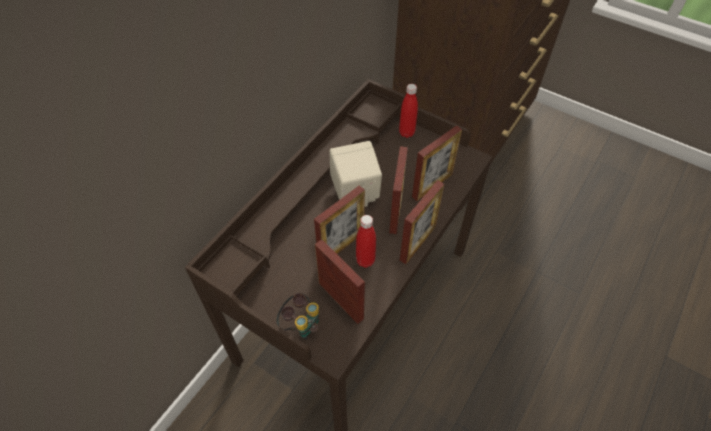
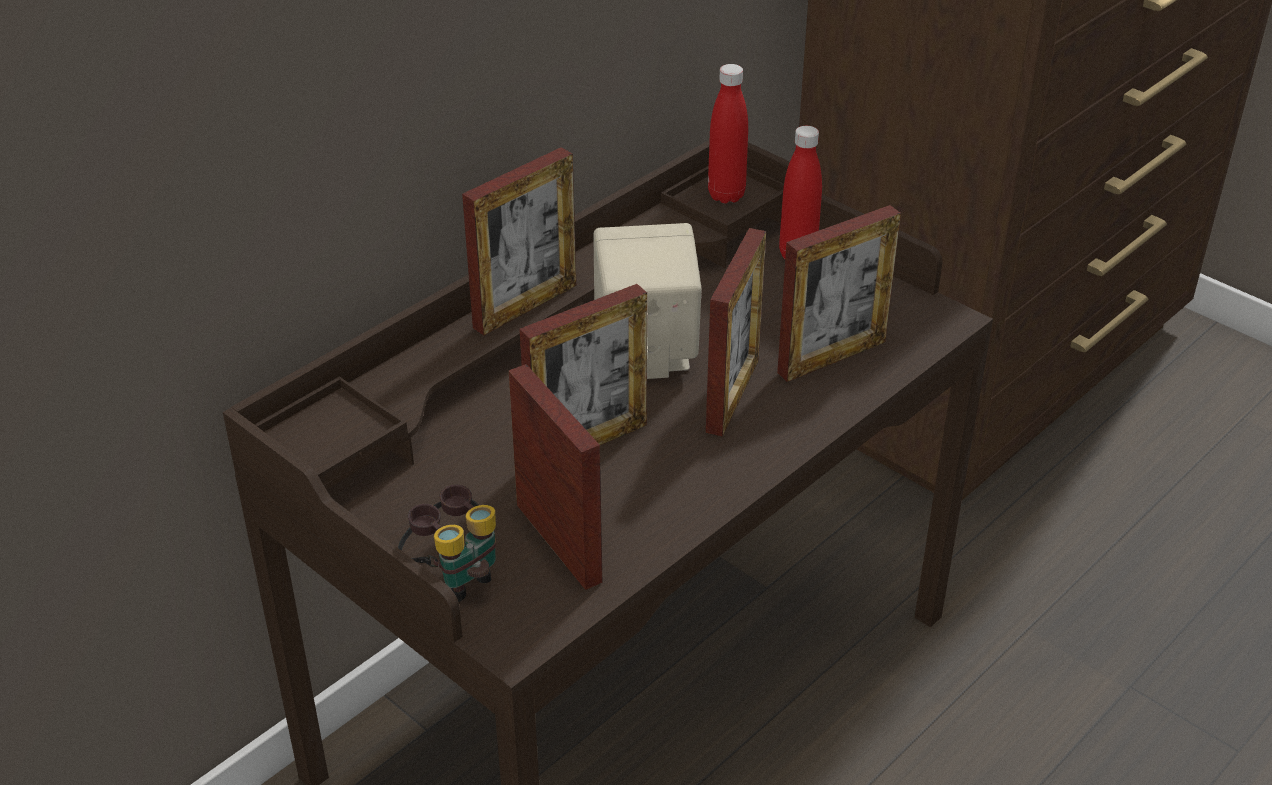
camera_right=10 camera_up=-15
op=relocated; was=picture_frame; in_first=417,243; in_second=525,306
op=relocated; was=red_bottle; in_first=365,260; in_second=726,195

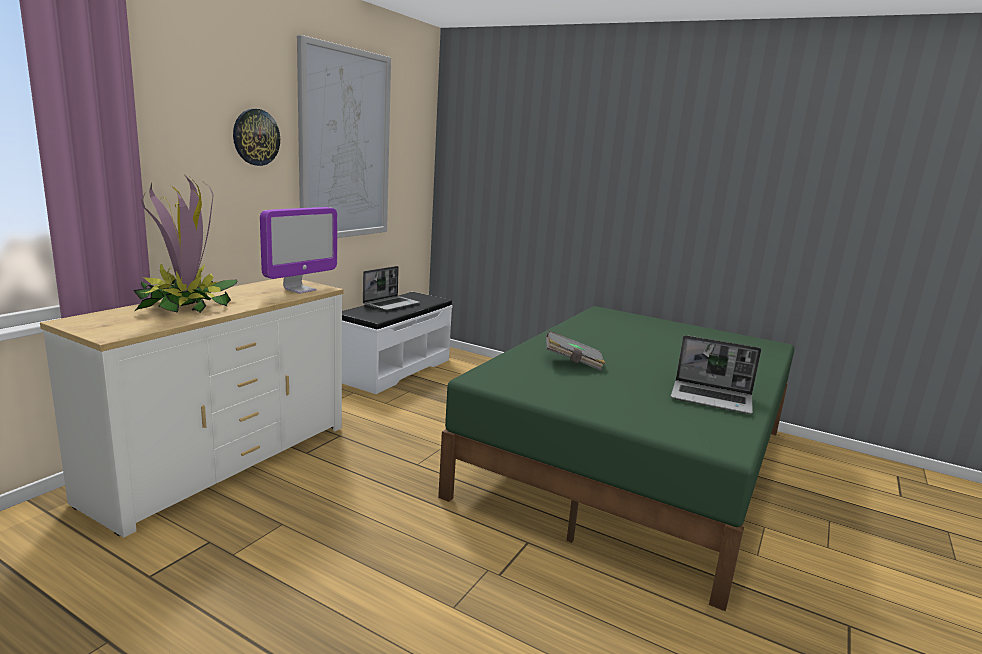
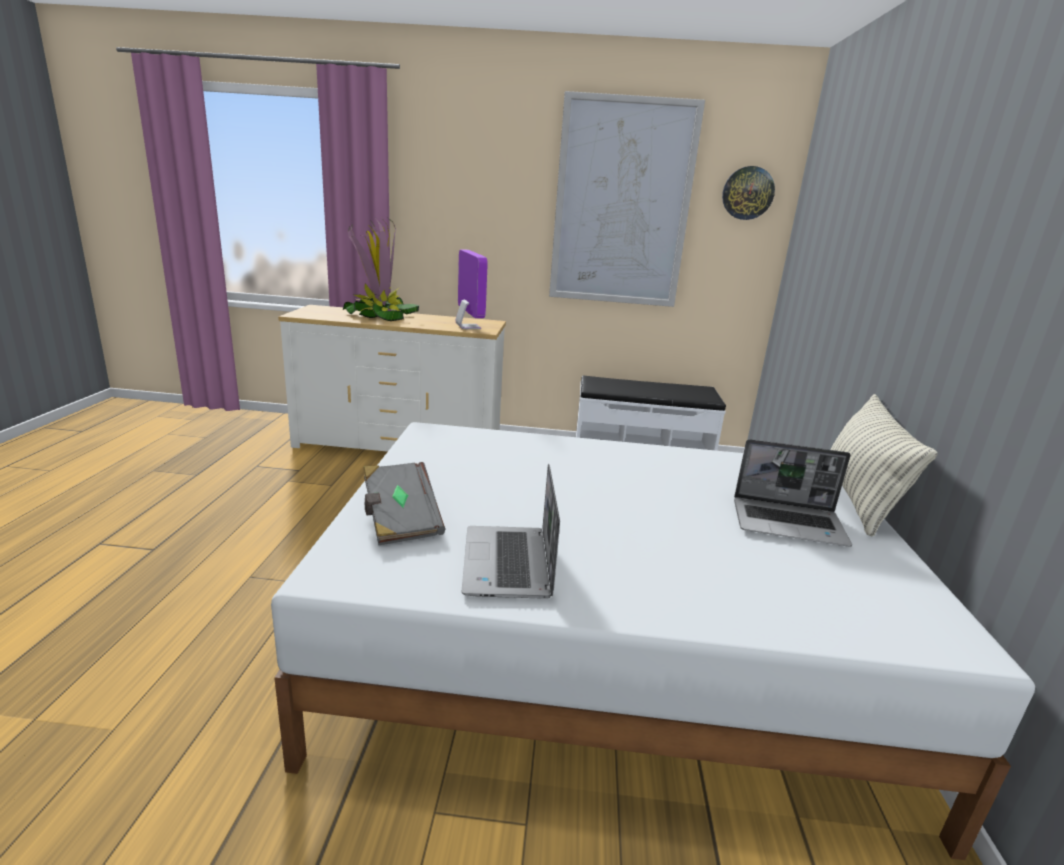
camera_right=65 camera_up=5
op=relocated; was=wall_clock; in_first=256,137; in_second=747,193
op=spun; was=monitor; in_first=300,290; in_second=468,327; clockwise=-120
op=relocated; was=laptop; in_first=391,304; in_second=789,523
op=colour; was=green_bed; now=white_bed; in_first=632,461; in_second=607,651
op=relocated; was=grey_book; in_first=573,362; in_second=400,519
op=appeared; now=pillow; in_second=858,498

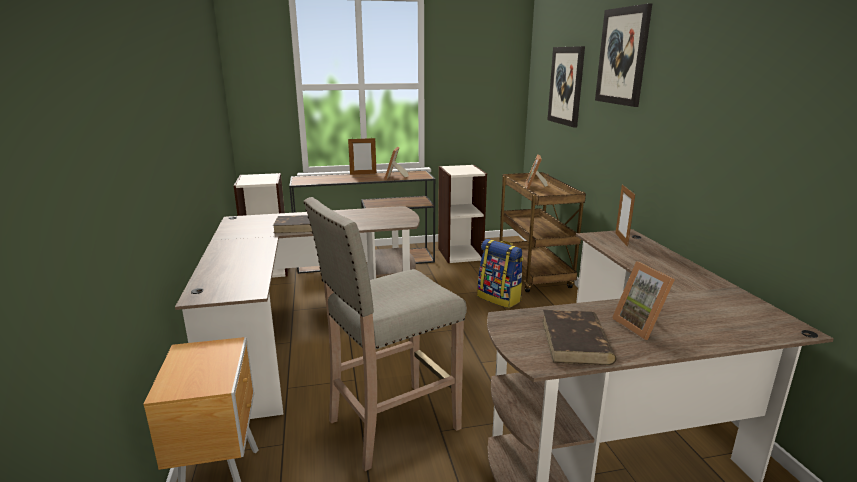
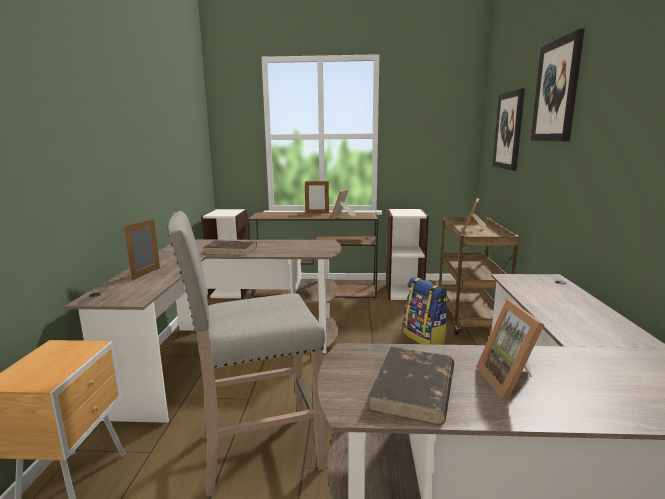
camera_right=15 camera_up=-5
op=relocated; was=picture_frame; in_first=621,239; in_second=146,273

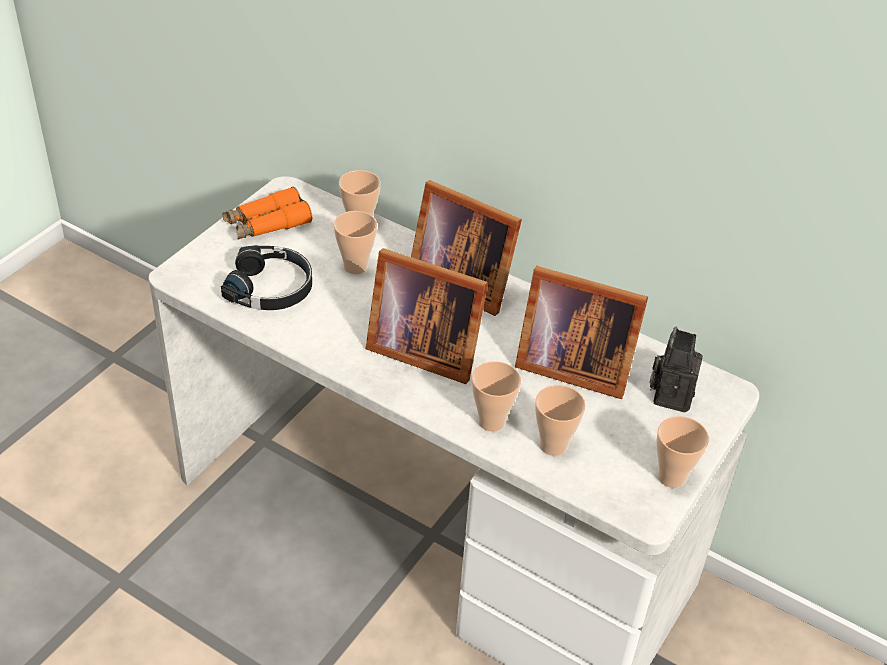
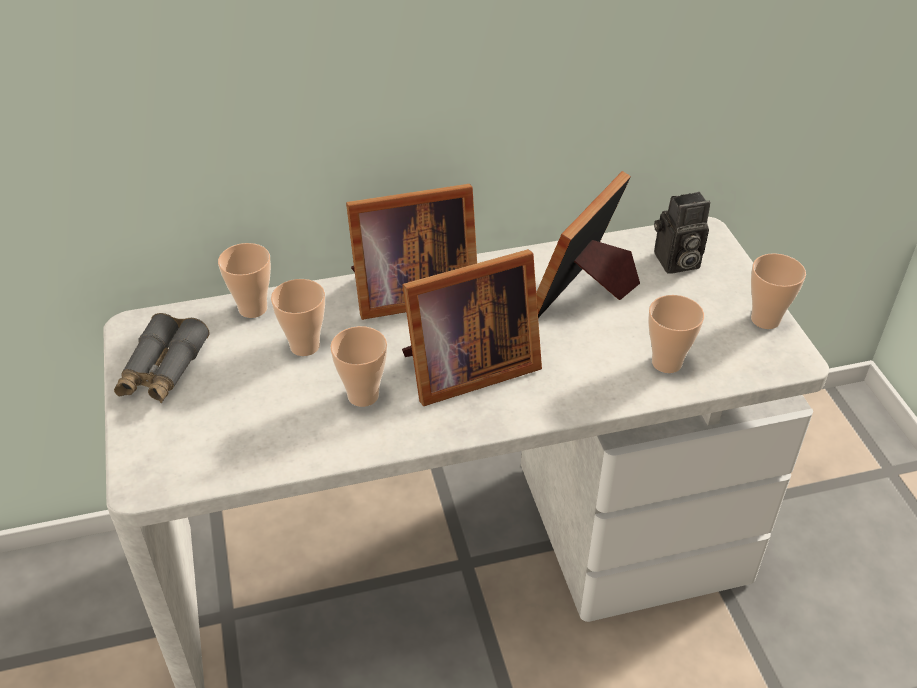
camera_right=-45 camera_up=0
op=colour; was=orange_binoculars; now=grey_binoculars; in_first=267,224; in_second=163,370
op=missing; was=black_headphones; in_first=271,288
op=spun; was=picture_frame; in_first=570,364; in_second=585,294; clockwise=150
op=spun; was=photo_camera; in_first=670,394; in_second=675,263; clockwise=-75
op=relocated; was=cup; in_first=491,421; in_second=363,395

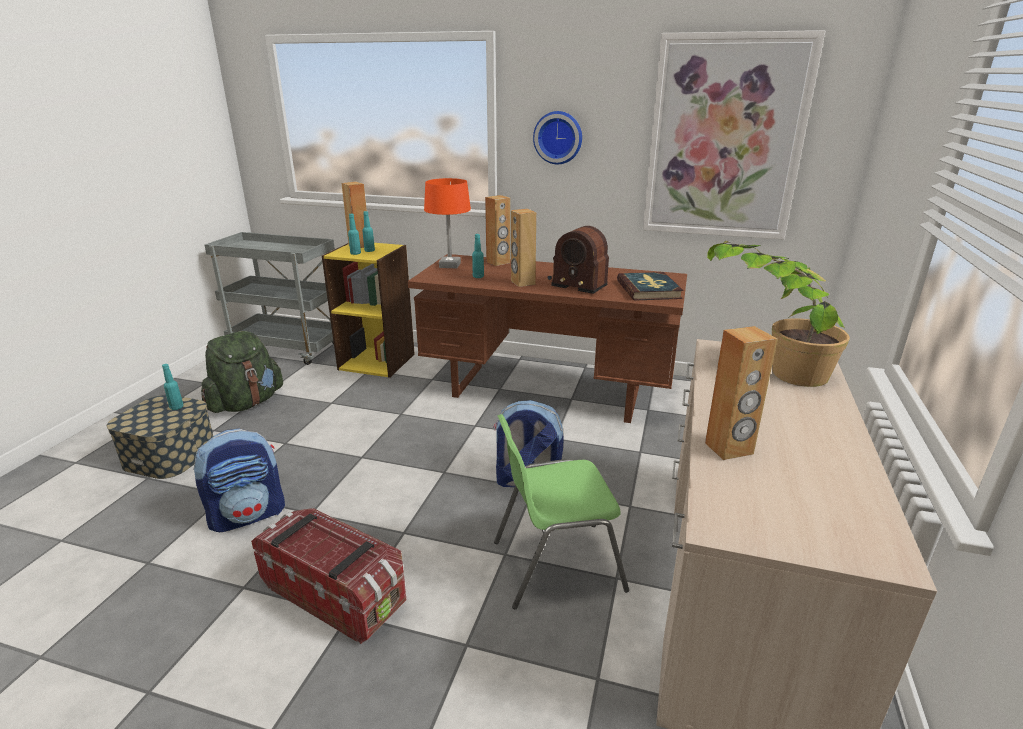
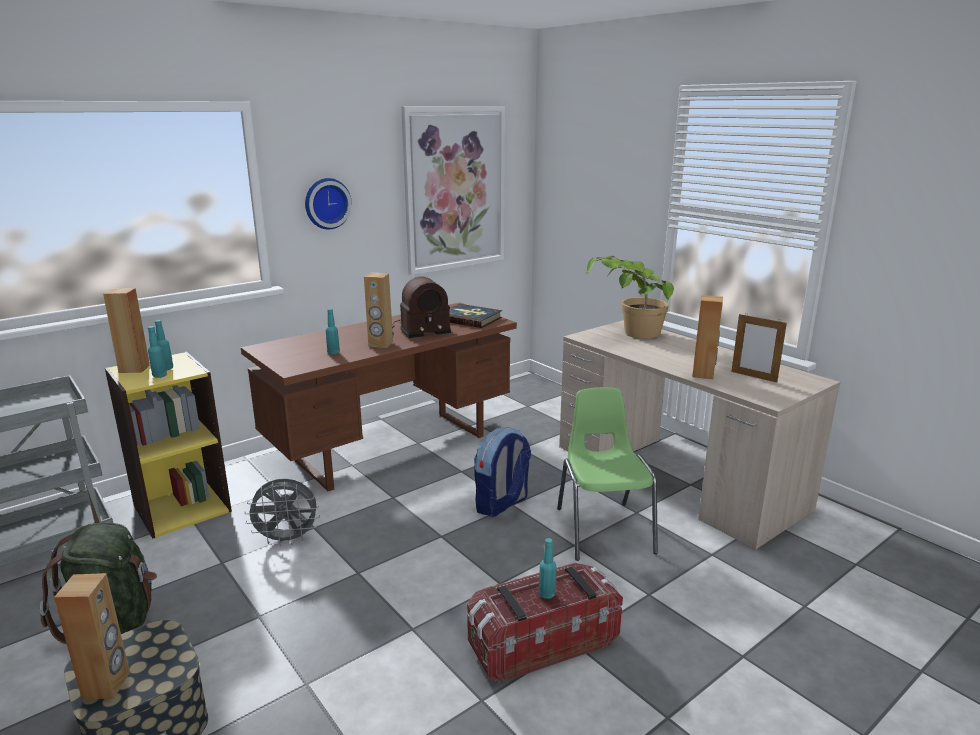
camera_right=-55 camera_up=-5
op=missing; was=orange_table_lamp; in_first=449,265
op=relocated; was=brown_speaker; in_first=498,262; in_second=107,685
op=relocated; was=turquoise_bottle; in_first=176,407; in_second=546,594
op=spun; was=green_chair; in_first=555,564; in_second=603,529; clockwise=150
op=missing; was=backpack; in_first=248,515
op=appeared; now=picture_frame; in_second=753,376
op=appeared; now=grey_fan; in_second=287,539

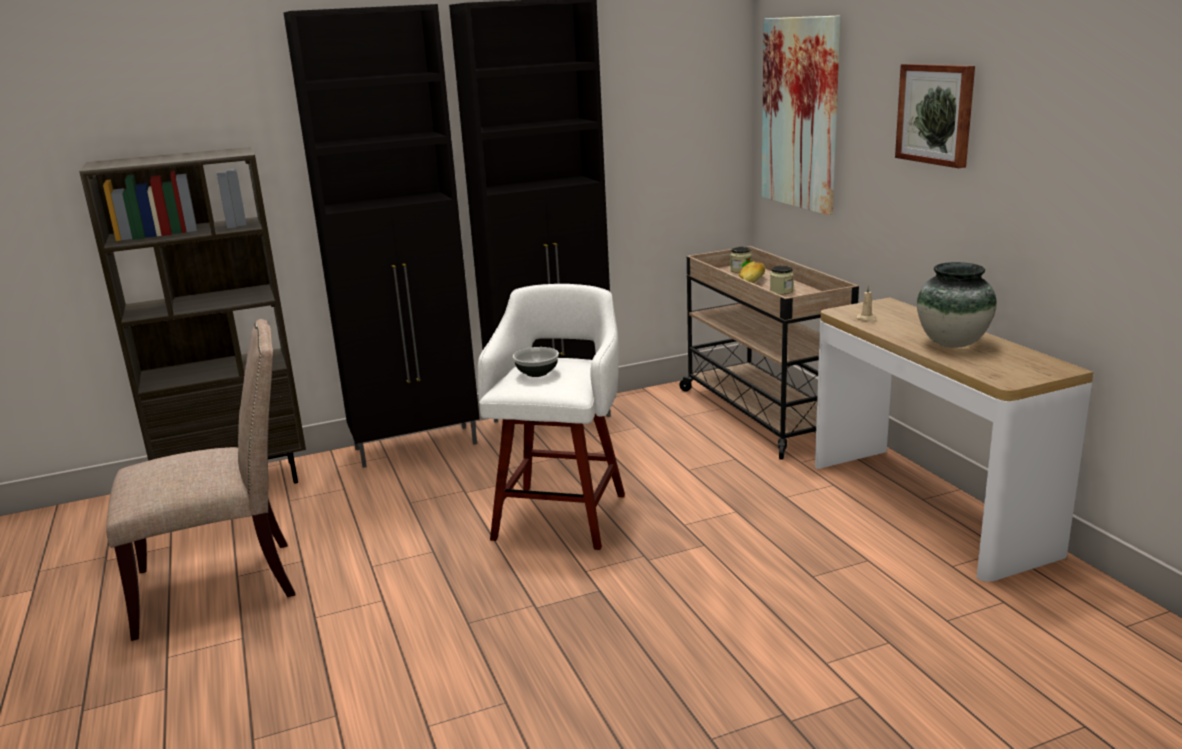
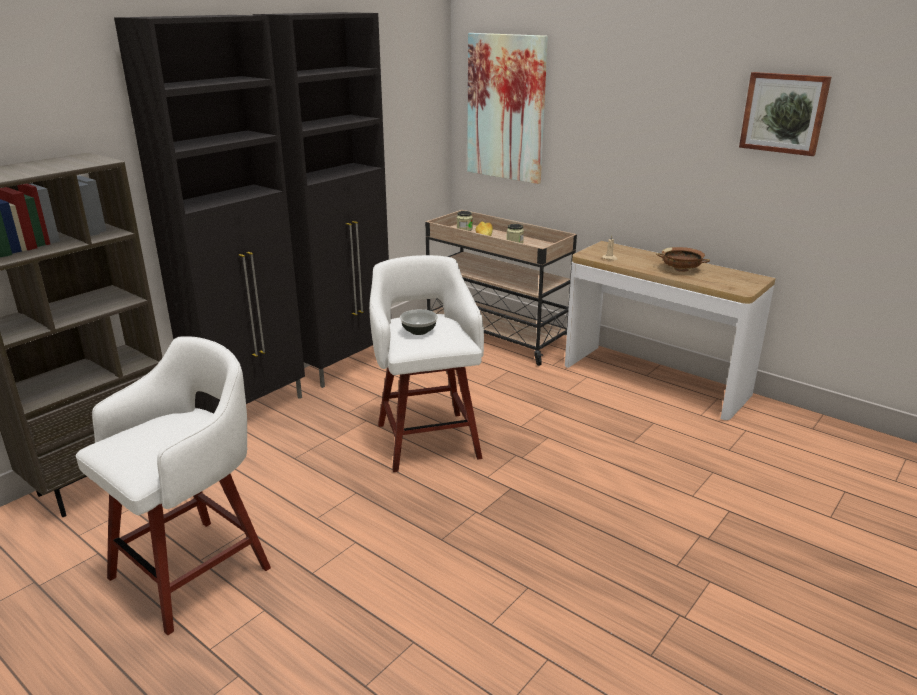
camera_right=-30 camera_up=5
op=relocated; was=picture; in_first=936,114; in_second=784,113
op=exchanged; was=vase; now=brown_bowl; in_first=951,343; in_second=680,269
op=exchanged; was=beige_chair; now=white_stool; in_first=224,583; in_second=195,570

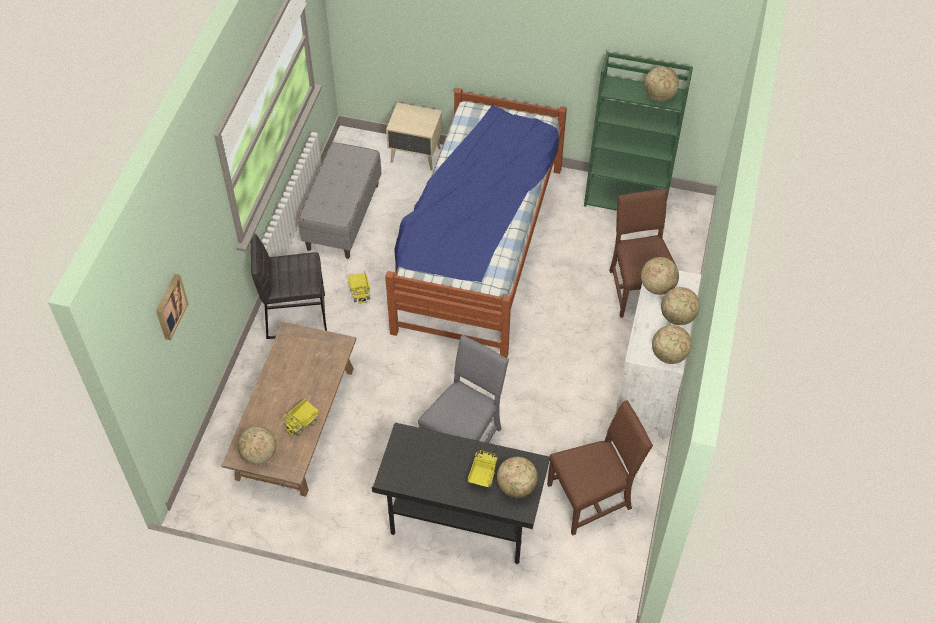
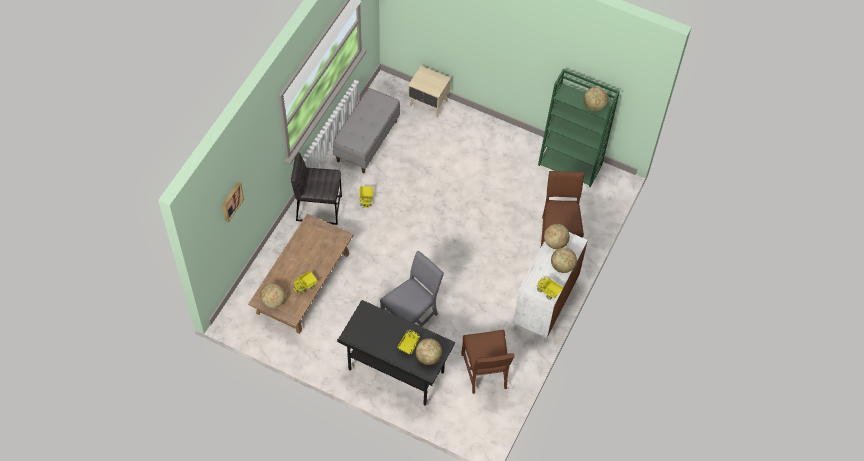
camera_right=10 camera_up=5
op=missing; was=bed; in_first=478,247
op=exchanged; was=globe; now=toy_truck; in_first=669,355; in_second=548,291
op=spun; was=brown_chair; in_first=592,497; in_second=485,372; clockwise=90

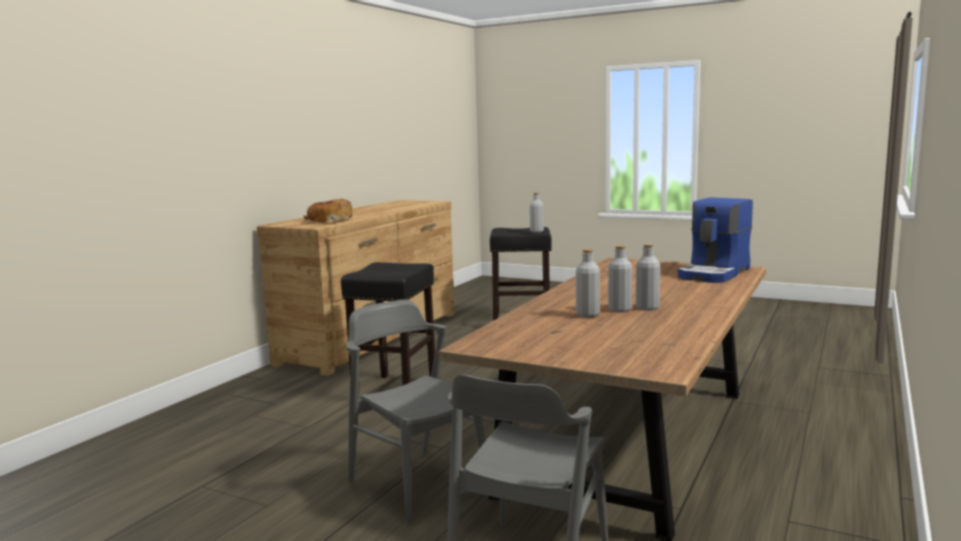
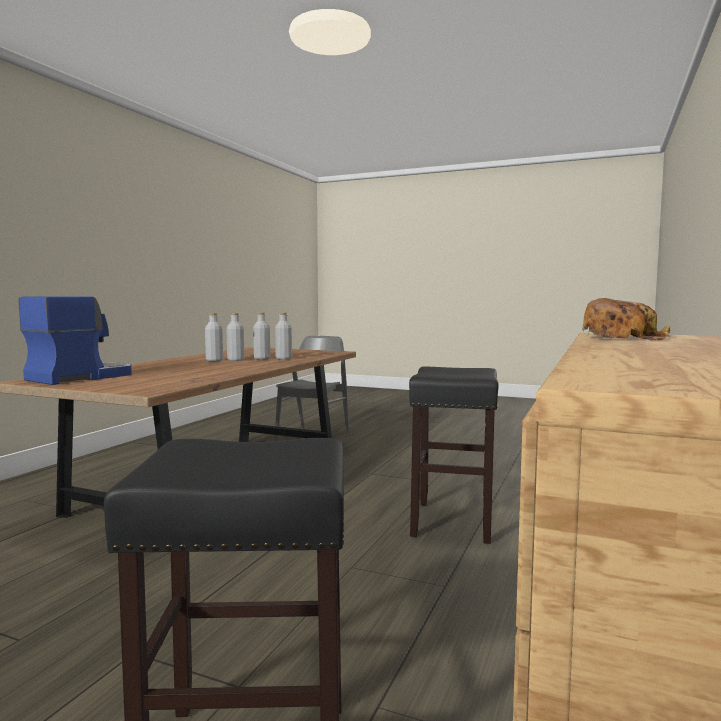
camera_right=175 camera_up=-5
op=relocated; was=grey_bottle; in_first=537,231; in_second=283,358
op=missing; was=grey_chair; in_first=417,484

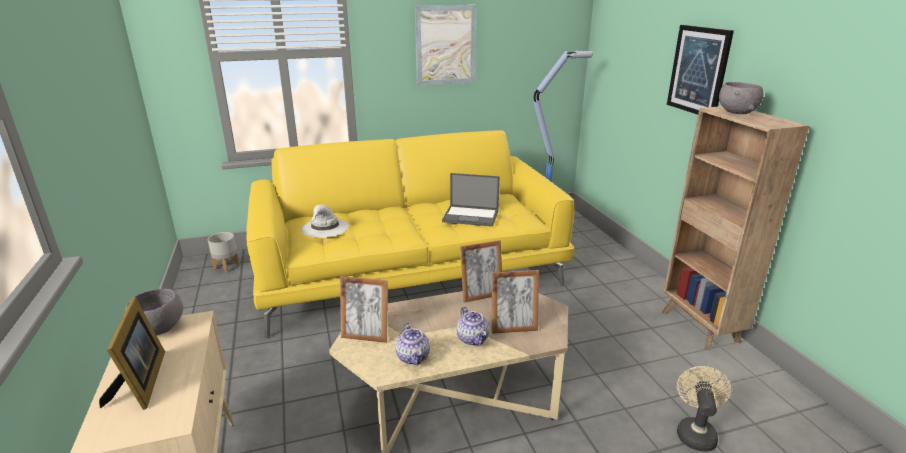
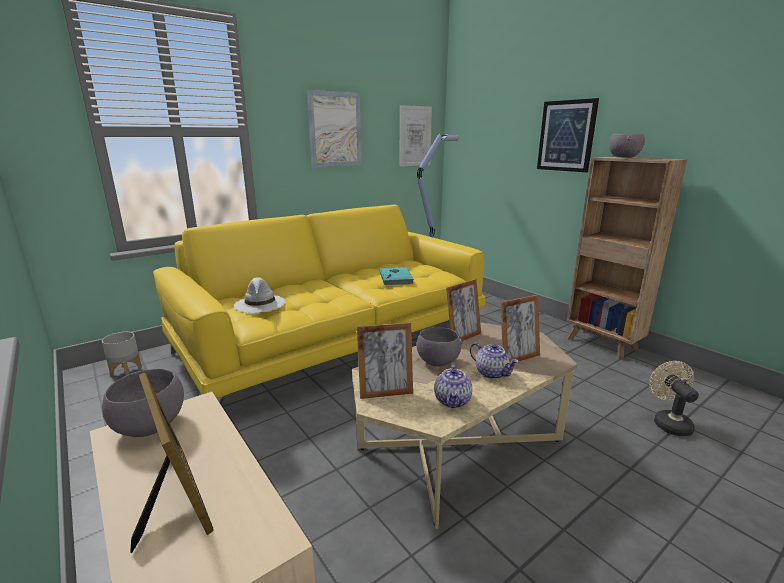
camera_right=-20 camera_up=-5
op=exchanged; was=laptop; now=turquoise_book; in_first=471,216; in_second=396,278
op=spun; was=teapot; in_first=413,357; in_second=453,401; clockwise=45
op=appeared; now=picture; in_second=415,136
op=appeared; now=grey_bowl; in_second=437,362

